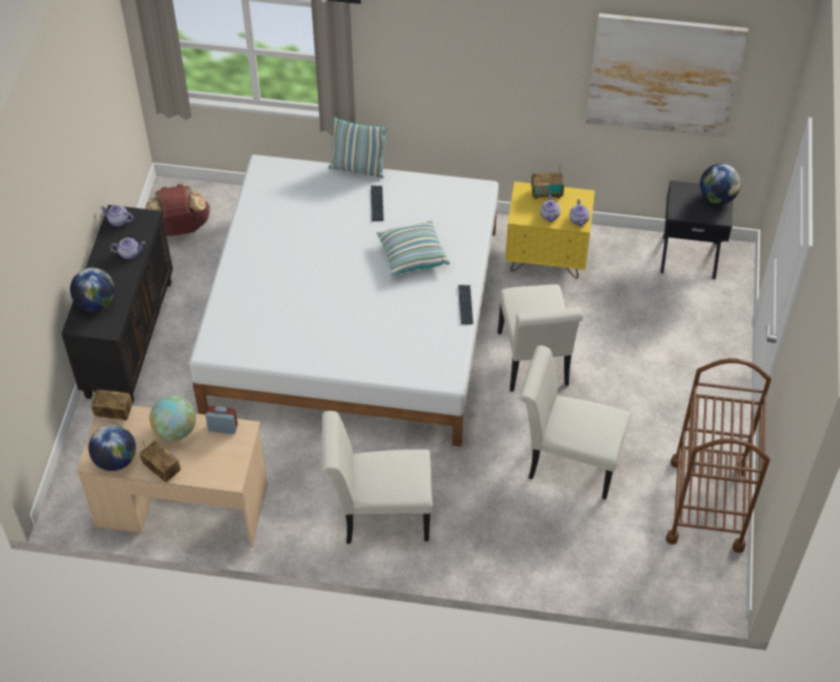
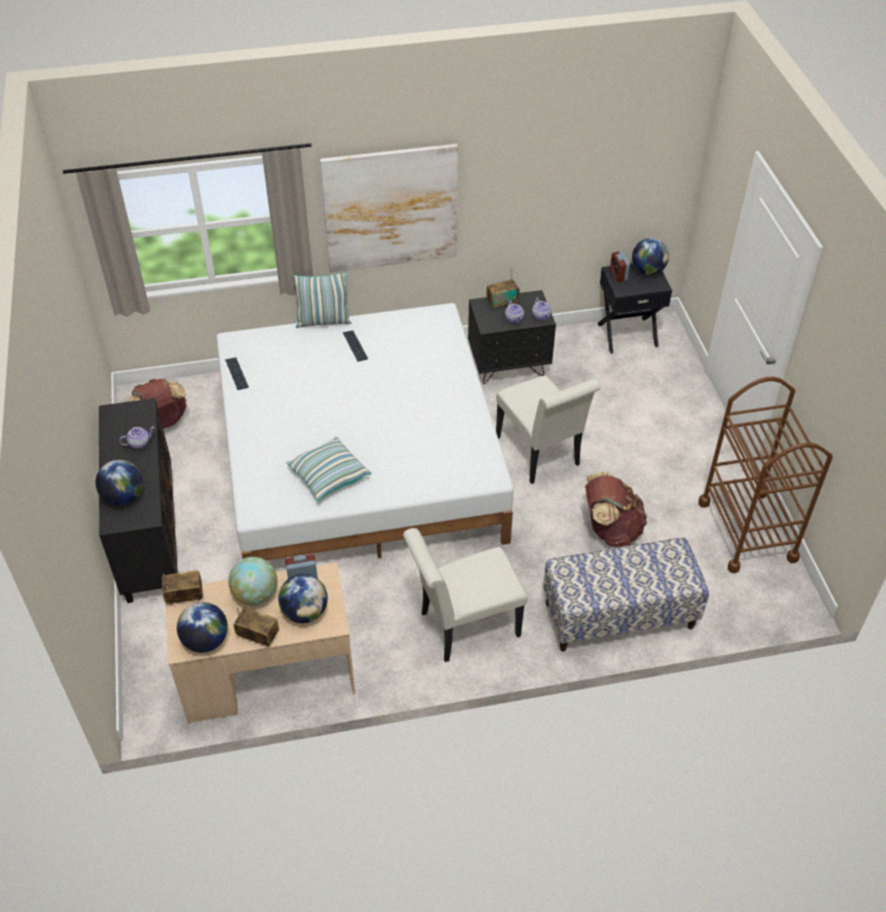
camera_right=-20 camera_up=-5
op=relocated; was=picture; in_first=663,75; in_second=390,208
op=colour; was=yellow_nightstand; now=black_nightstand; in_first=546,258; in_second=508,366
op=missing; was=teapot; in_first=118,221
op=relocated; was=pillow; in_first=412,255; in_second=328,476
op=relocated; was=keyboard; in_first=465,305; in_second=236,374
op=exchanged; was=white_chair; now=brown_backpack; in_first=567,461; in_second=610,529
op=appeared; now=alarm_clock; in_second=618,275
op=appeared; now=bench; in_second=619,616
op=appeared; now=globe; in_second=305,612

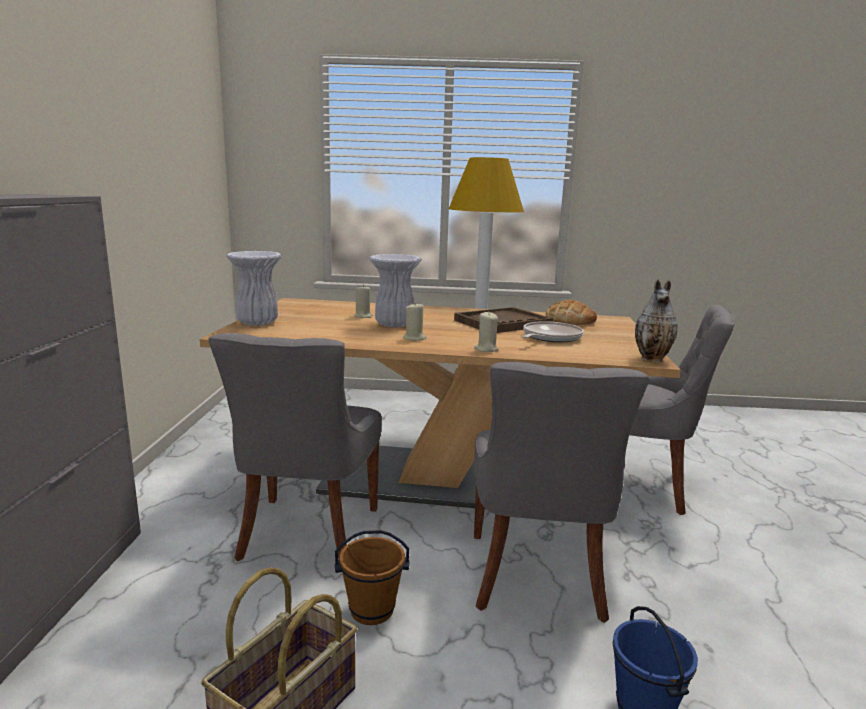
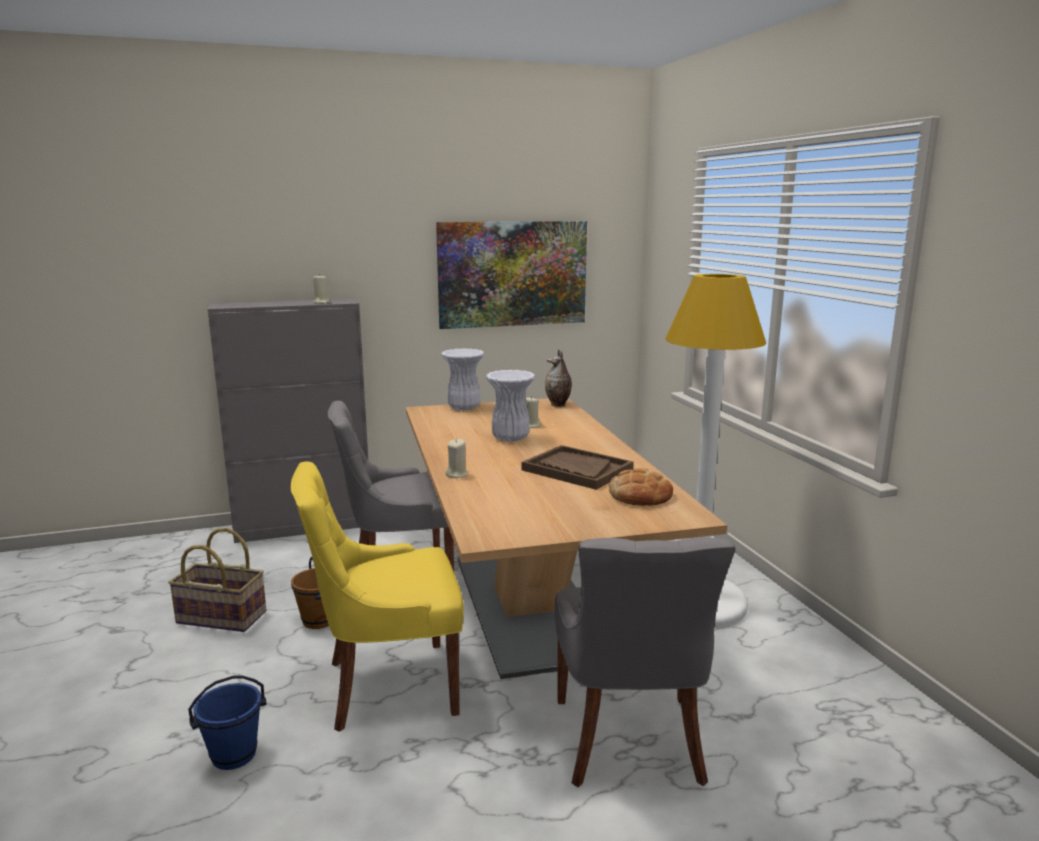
camera_right=70 camera_up=0
op=relocated; was=vase; in_first=652,359; in_second=558,405
op=relocated; was=beige_candle; in_first=414,338; in_second=321,302
op=missing; was=frying_pan; in_first=550,337
op=colour; was=grey_chair; now=yellow_chair; in_first=537,577; in_second=387,686
op=appeared; now=picture; in_second=512,274

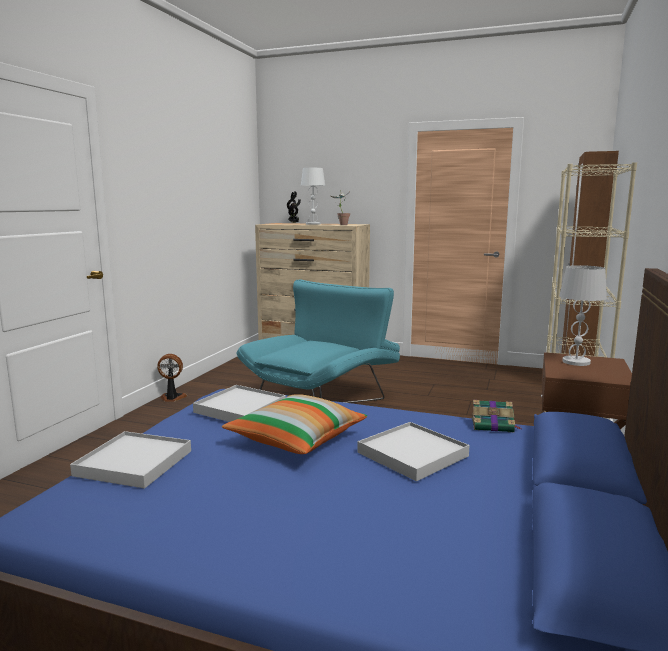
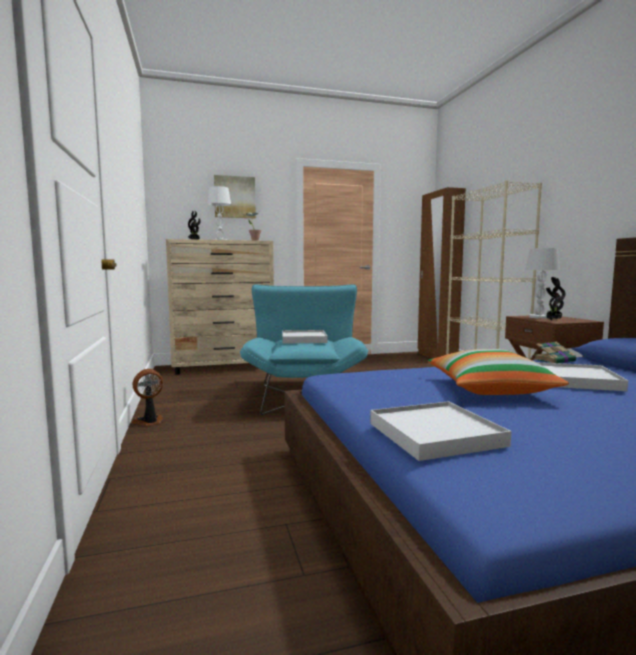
camera_right=-35 camera_up=-5
op=relocated; was=white_tray; in_first=240,408; in_second=303,339
op=appeared; now=picture; in_second=234,197
op=appeared; now=potted_plant; in_second=553,320

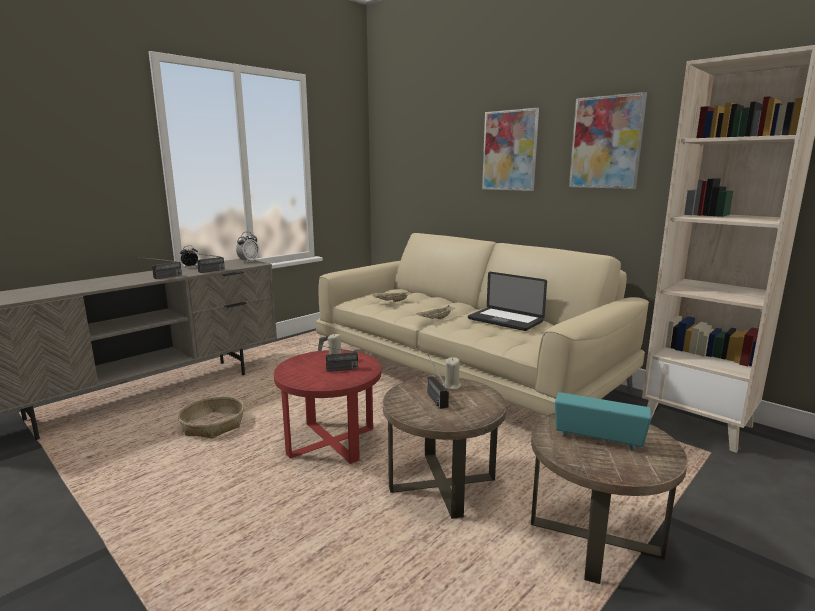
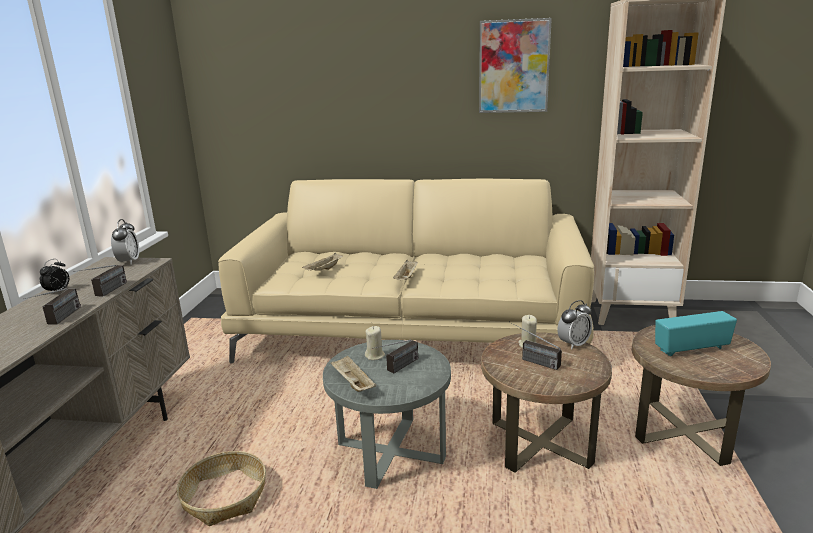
camera_right=-35 camera_up=5
op=missing; was=picture; in_first=509,150
op=missing; was=laptop; in_first=505,320
op=colour; was=red_side_table; now=grey_side_table; in_first=331,442; in_second=391,452
op=appeared; now=alarm_clock; in_second=573,344
op=appeared; now=beige_tray; in_second=352,383

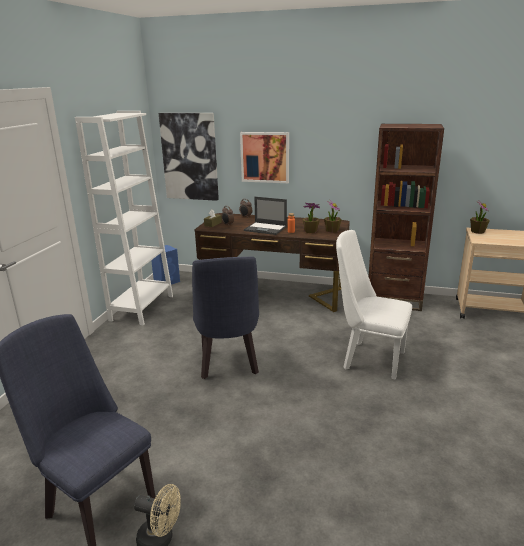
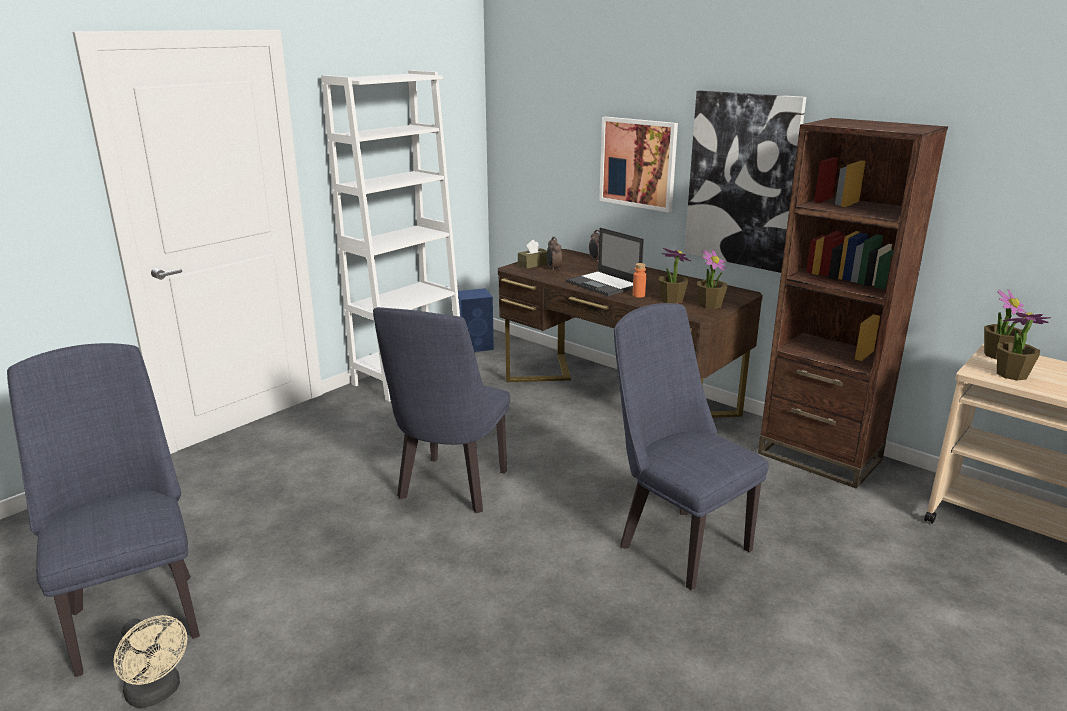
camera_right=25 camera_up=0
op=relocated; was=picture; in_first=190,157; in_second=742,180
op=colour; was=white_chair; now=blue_chair; in_first=368,358; in_second=676,542
op=appeared; now=potted_plant; in_second=1011,374

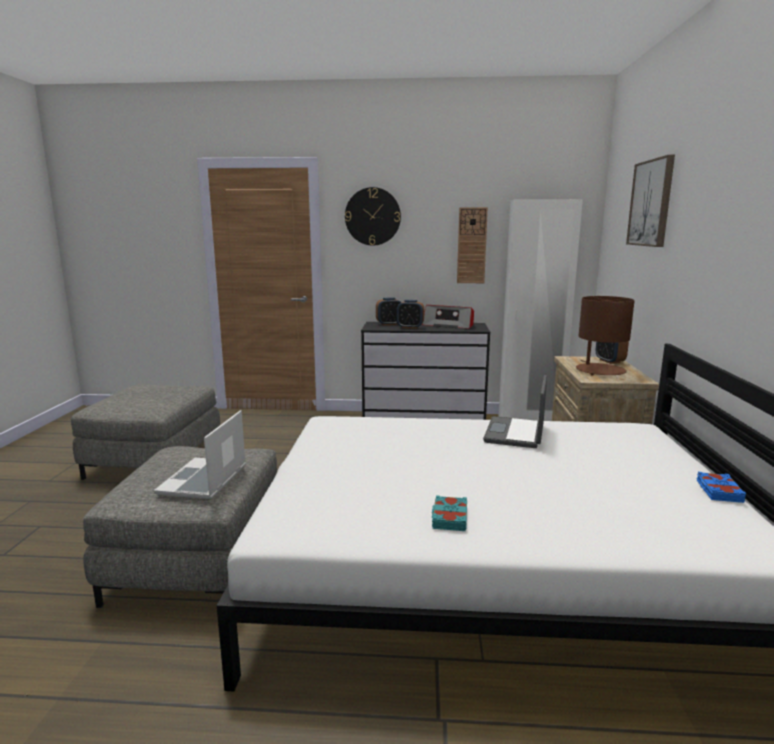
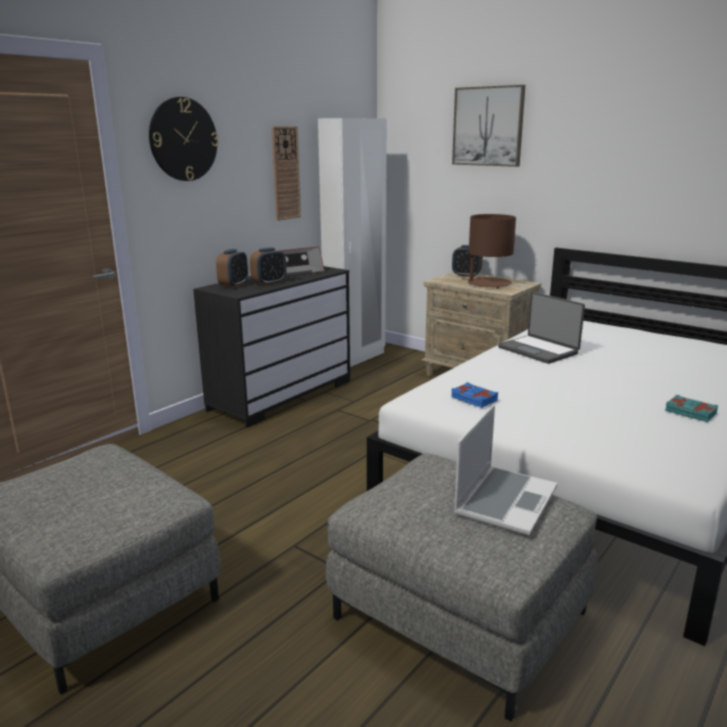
camera_right=-55 camera_up=5
op=spun; was=laptop; in_first=204,480; in_second=505,500; clockwise=-105
op=relocated; was=blue_book; in_first=718,491; in_second=473,399

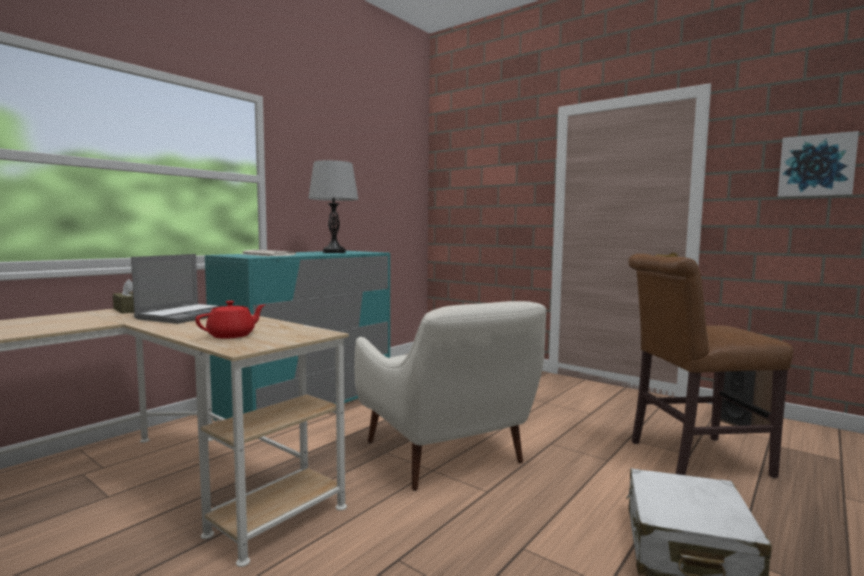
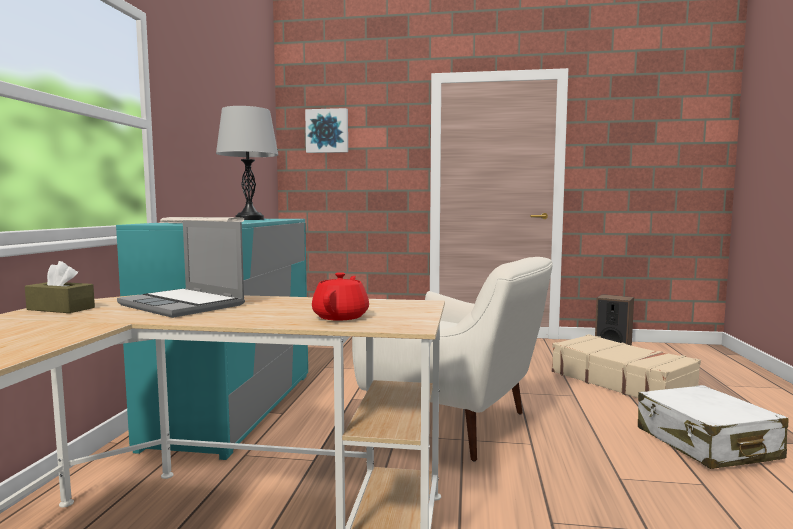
camera_right=-30 camera_up=0
op=relocated; was=picture; in_first=816,166; in_second=327,131
op=spun; was=laptop; in_first=187,315; in_second=184,305; clockwise=135
op=exchanged; was=brown_chair; now=beige_suitcase; in_first=691,458; in_second=621,381

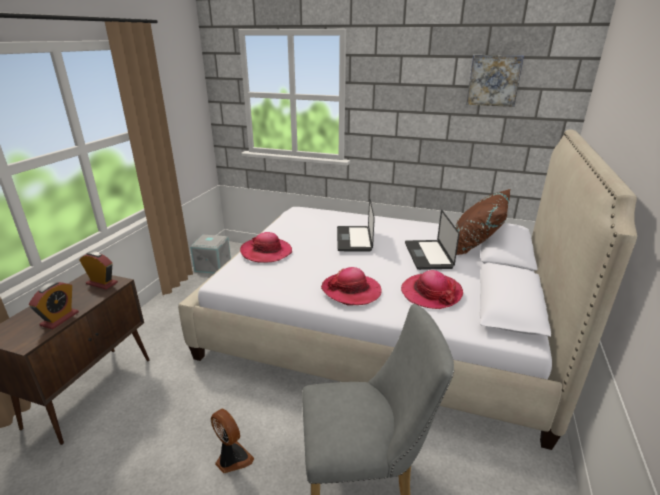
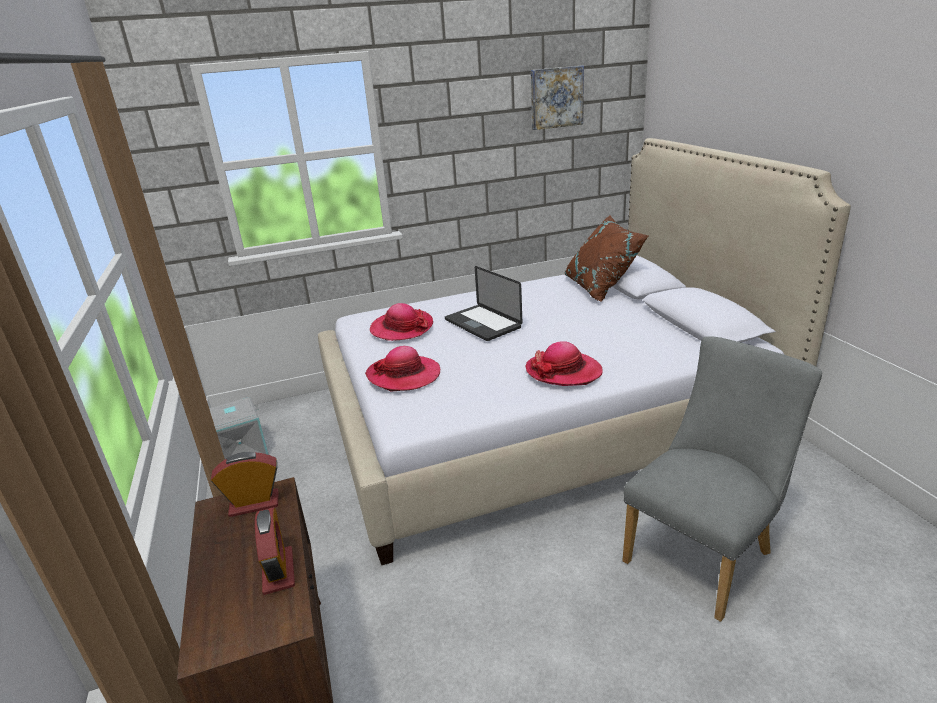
camera_right=-35 camera_up=0
op=missing; was=laptop; in_first=428,255
op=relocated; was=hat; in_first=431,293; in_second=401,328
op=missing; was=fan; in_first=232,459

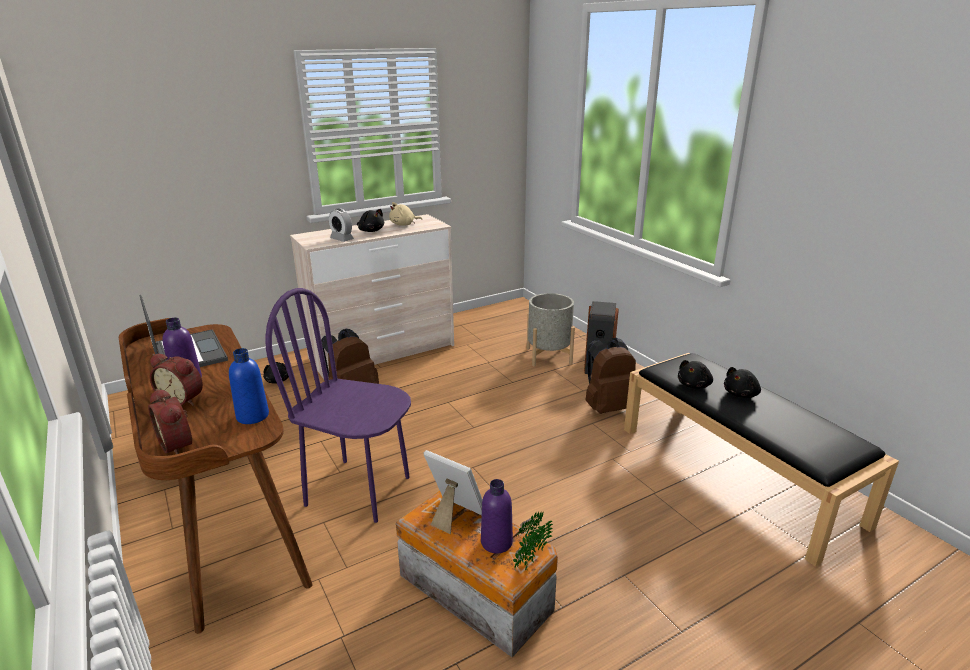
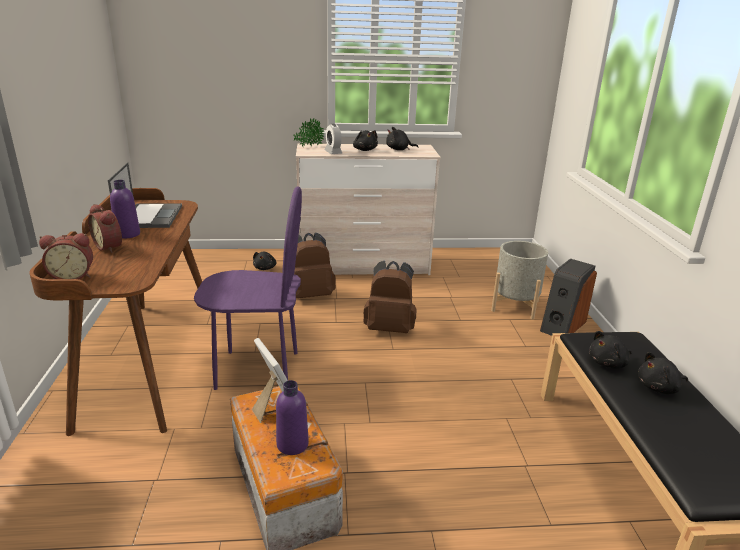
camera_right=25 camera_up=0
op=colour; was=beige_plush_toy; now=black_plush_toy; in_first=404,224; in_second=399,149
op=spun; was=purple_chair; in_first=358,490; in_second=257,370; clockwise=135
op=relocated; was=brown_backpack; in_first=608,407; in_second=390,328
op=missing; was=blue_bottle; in_first=252,416
op=spun; was=alarm_clock; in_first=179,444; in_second=73,276; clockwise=-90
op=relocated; was=potted_plant; in_first=529,560; in_second=308,147

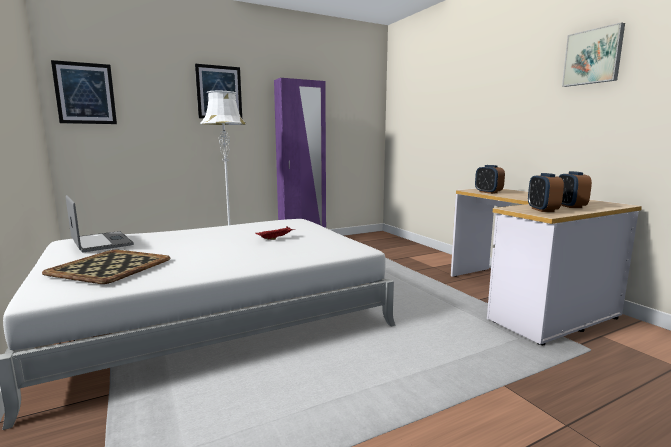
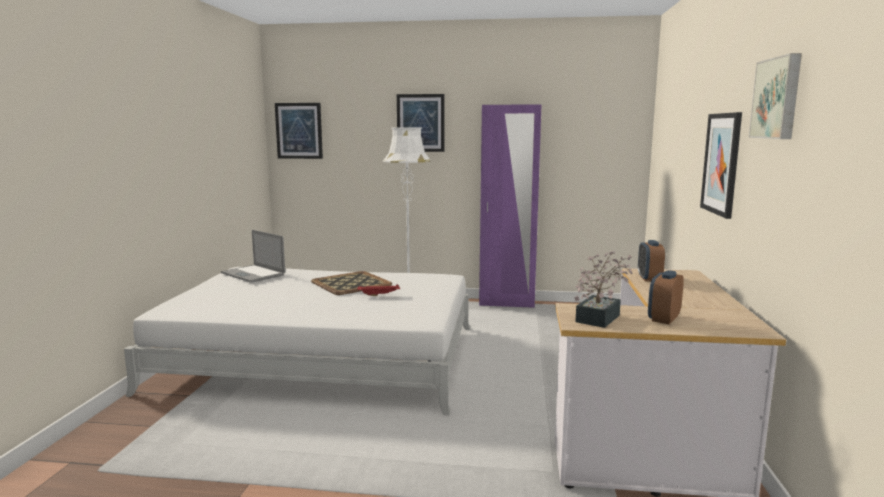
camera_right=35 camera_up=0
op=exchanged; was=alarm_clock; now=potted_plant; in_first=542,210; in_second=600,317
op=spun; was=laptop; in_first=101,242; in_second=253,274; clockwise=135
op=relocated; was=tray; in_first=109,266; in_second=350,283
op=appeared; now=picture; in_second=721,163

